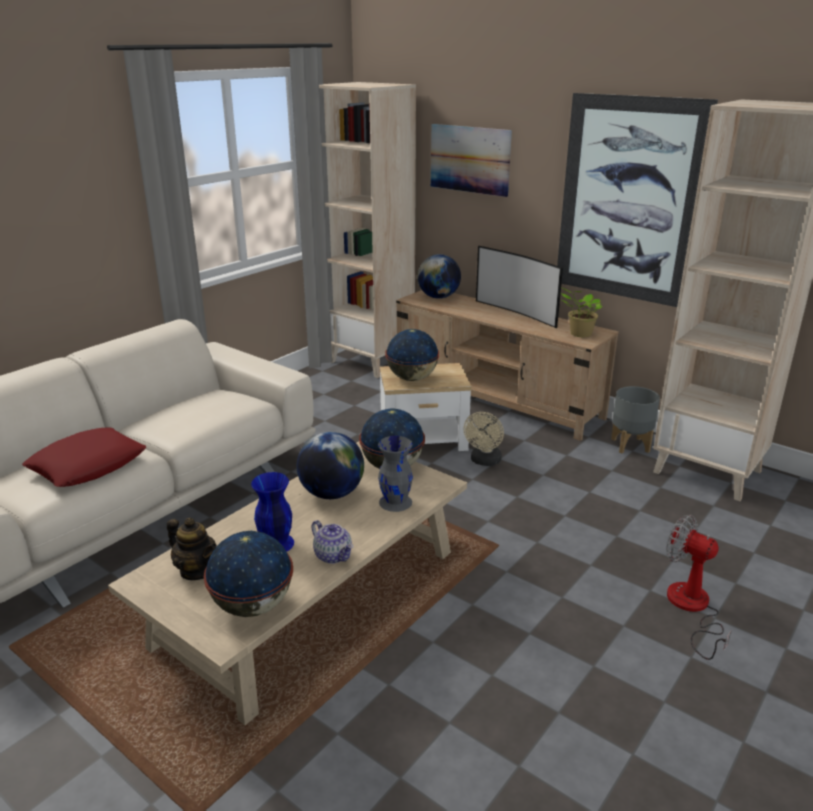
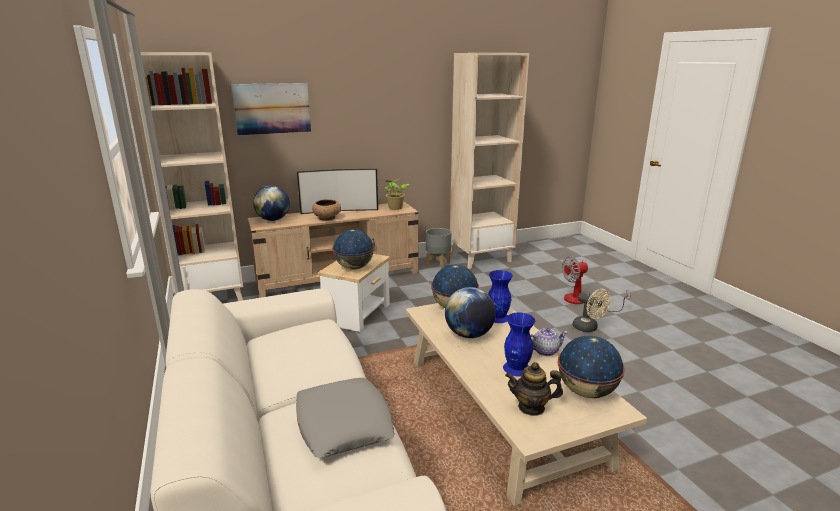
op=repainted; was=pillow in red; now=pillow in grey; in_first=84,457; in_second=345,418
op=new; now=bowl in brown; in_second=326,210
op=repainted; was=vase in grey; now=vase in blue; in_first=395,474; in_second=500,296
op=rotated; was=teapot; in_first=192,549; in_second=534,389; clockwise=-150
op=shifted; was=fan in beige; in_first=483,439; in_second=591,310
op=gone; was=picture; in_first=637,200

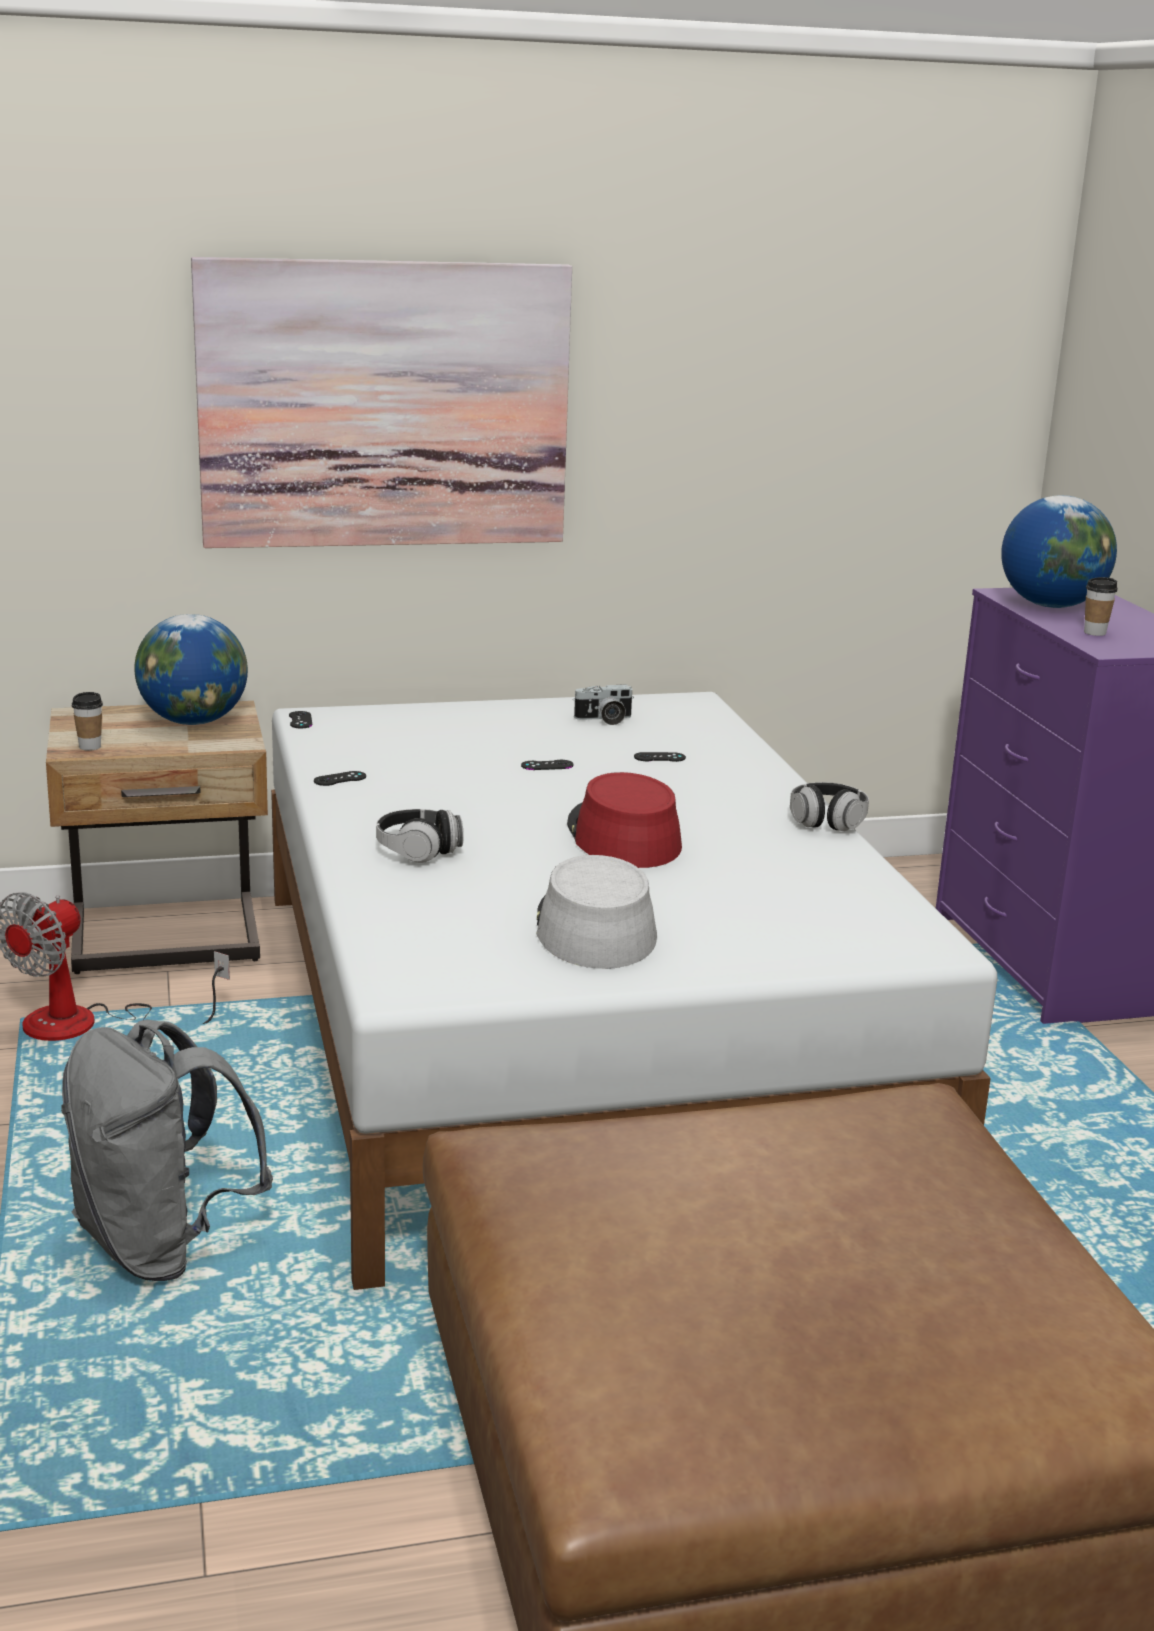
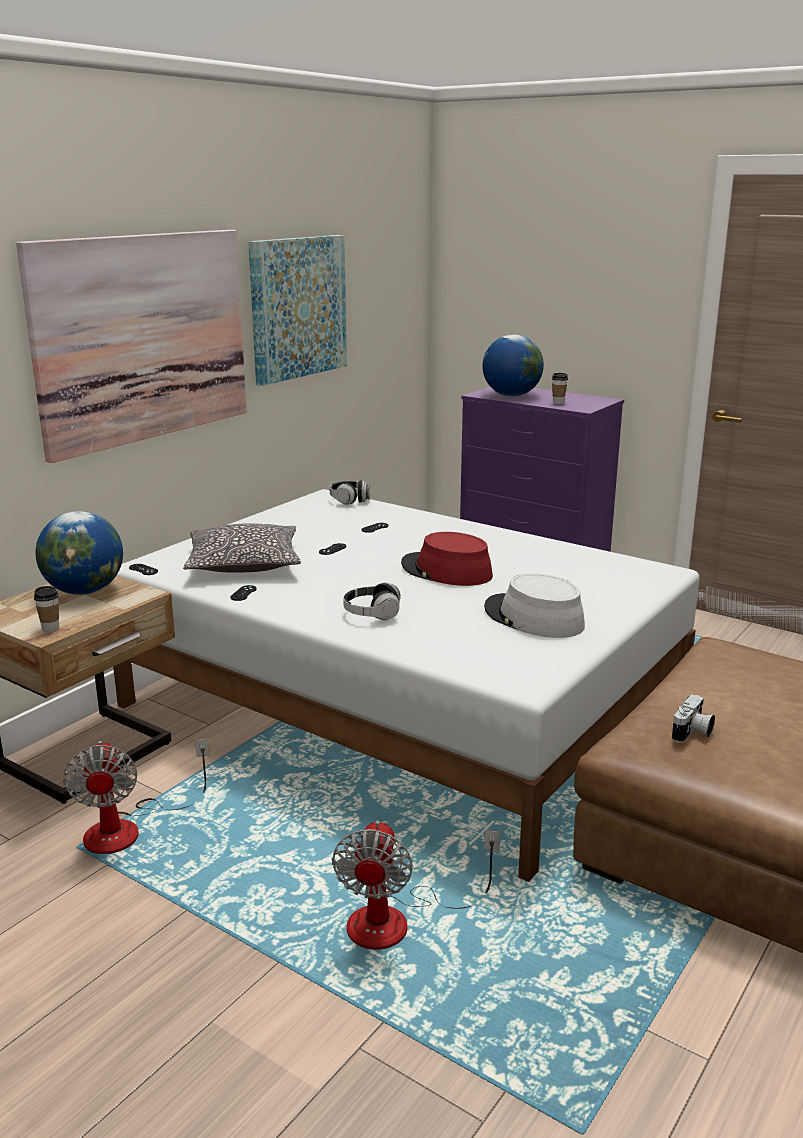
op=new; now=pillow; in_second=242,548
op=new; now=picture; in_second=297,310
op=shifted; was=headphones; in_first=829,806; in_second=350,492
op=swapped; was=backpack in grey; now=fan; in_first=167,1150; in_second=416,885
op=shifted; was=photo camera; in_first=603,704; in_second=693,718

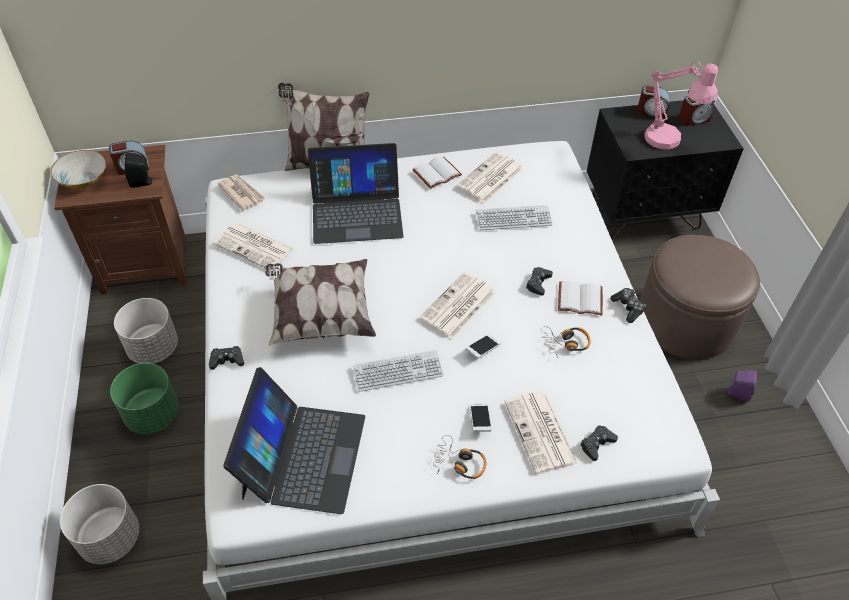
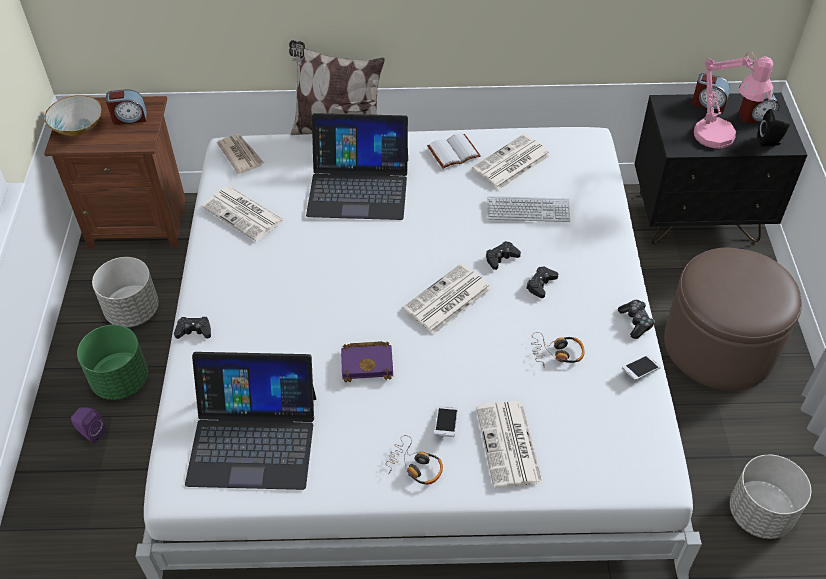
op=shifted; was=speaker in purple; in_first=741,386; in_second=88,425
op=rotated; was=laptop; in_first=294,440; in_second=250,421; clockwise=75
op=swapped; was=keyboard; now=book in purple; in_first=398,371; in_second=367,361
op=shifted; was=game controller in black; in_first=599,443; in_second=503,255
op=shifted; was=phone; in_first=483,346; in_second=641,368
op=shifted; was=planter in grey; in_first=99,524; in_second=770,496
op=shifted; was=speaker in black; in_first=138,170; in_second=774,128
op=gone; was=pillow; in_first=320,302
op=gone; was=book in white; in_first=580,298

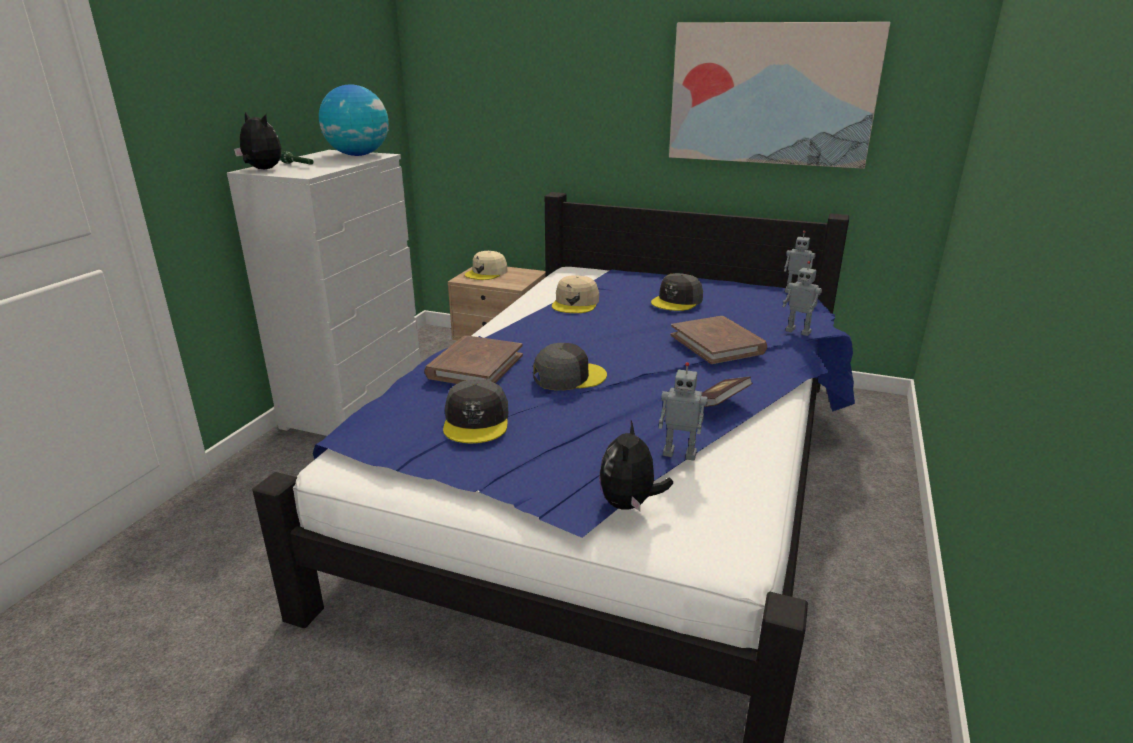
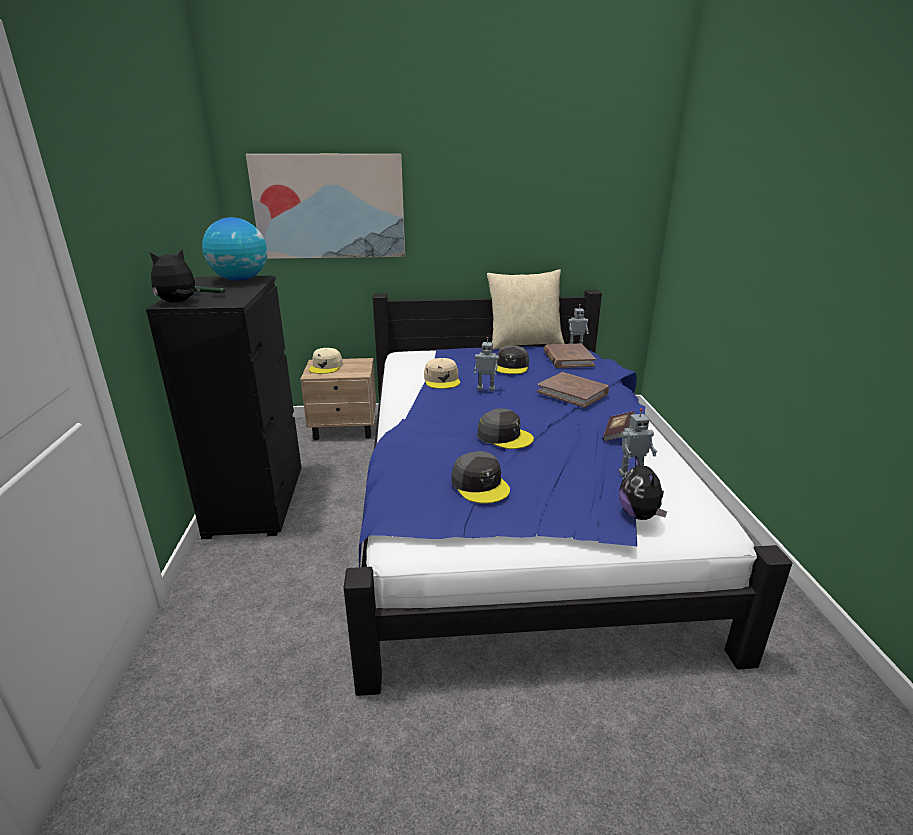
op=repainted; was=dresser in white; now=dresser in black; in_first=324,293; in_second=224,407
op=rotated; was=plush toy; in_first=257,141; in_second=172,276; clockwise=-45
op=shifted; was=picture; in_first=780,95; in_second=325,206
op=shifted; was=toy robot; in_first=802,298; in_second=486,364
op=rotated; was=cap in grey; in_first=570,366; in_second=505,429; clockwise=75
op=new; now=pillow in beige; in_second=526,309
op=shifted; was=book in brown; in_first=473,360; in_second=570,355

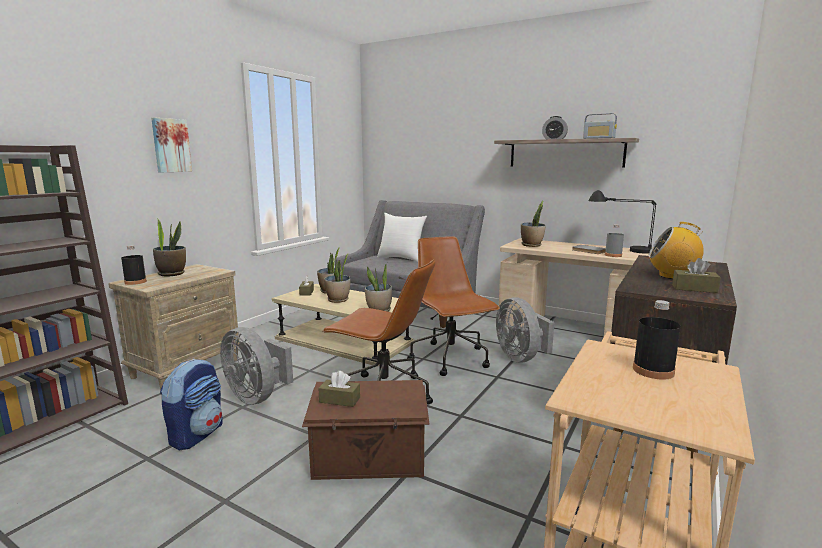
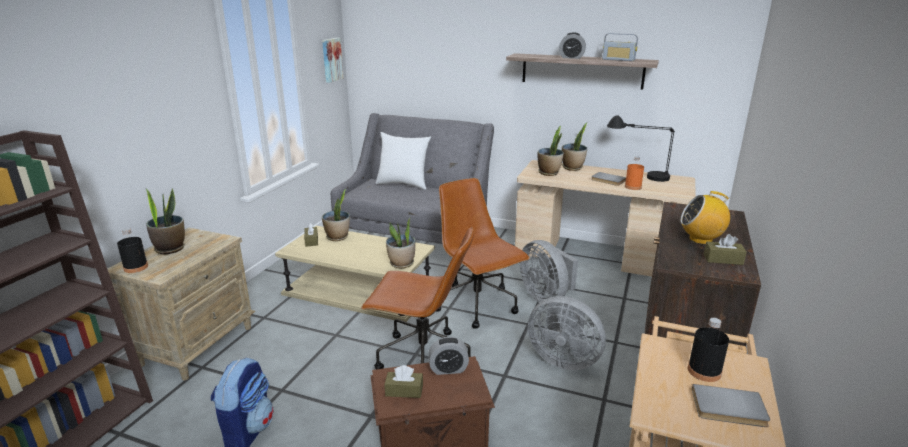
op=shifted; was=picture; in_first=171,144; in_second=332,60
op=new; now=alarm clock; in_second=448,356
op=shifted; was=fan in grey; in_first=256,366; in_second=567,333
op=shifted; was=potted plant; in_first=337,278; in_second=574,147
op=repainted; was=bottle in grey; now=bottle in orange; in_first=614,240; in_second=634,173
op=new; now=book in grey; in_second=731,405

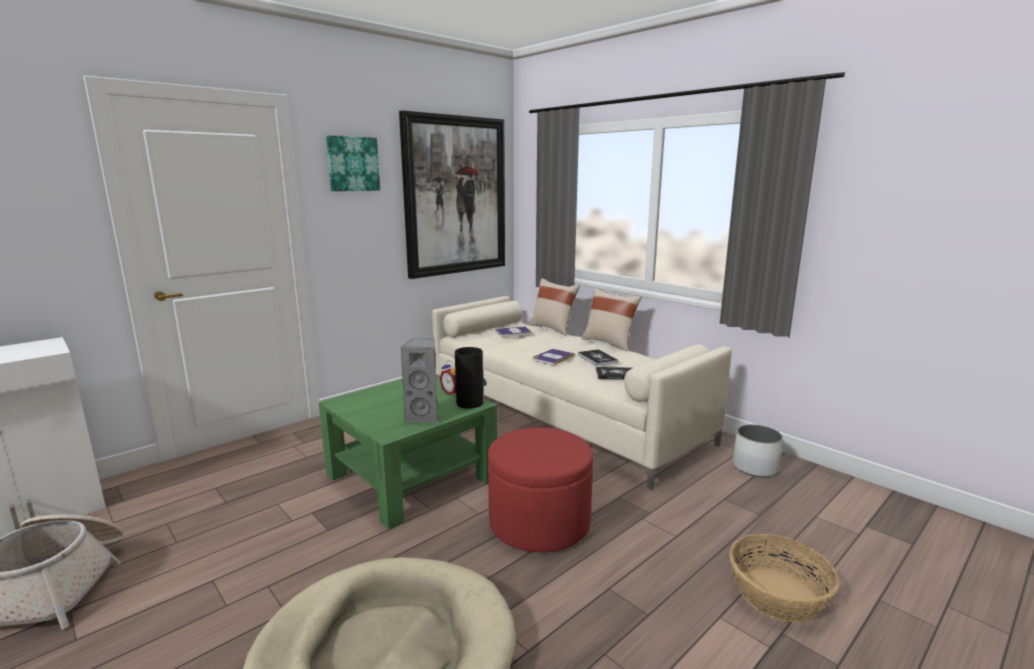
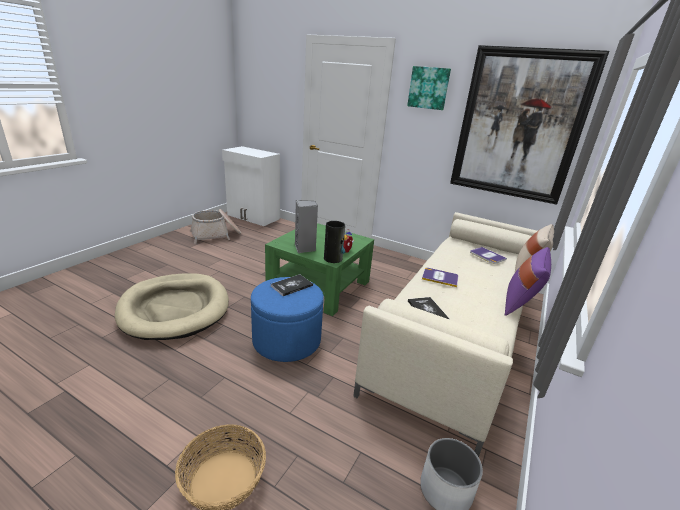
op=repainted; was=ottoman in red; now=ottoman in blue; in_first=540,490; in_second=287,319
op=shifted; was=book; in_first=598,357; in_second=292,285
op=repainted; was=pillow in beige; now=pillow in purple; in_first=612,319; in_second=528,281

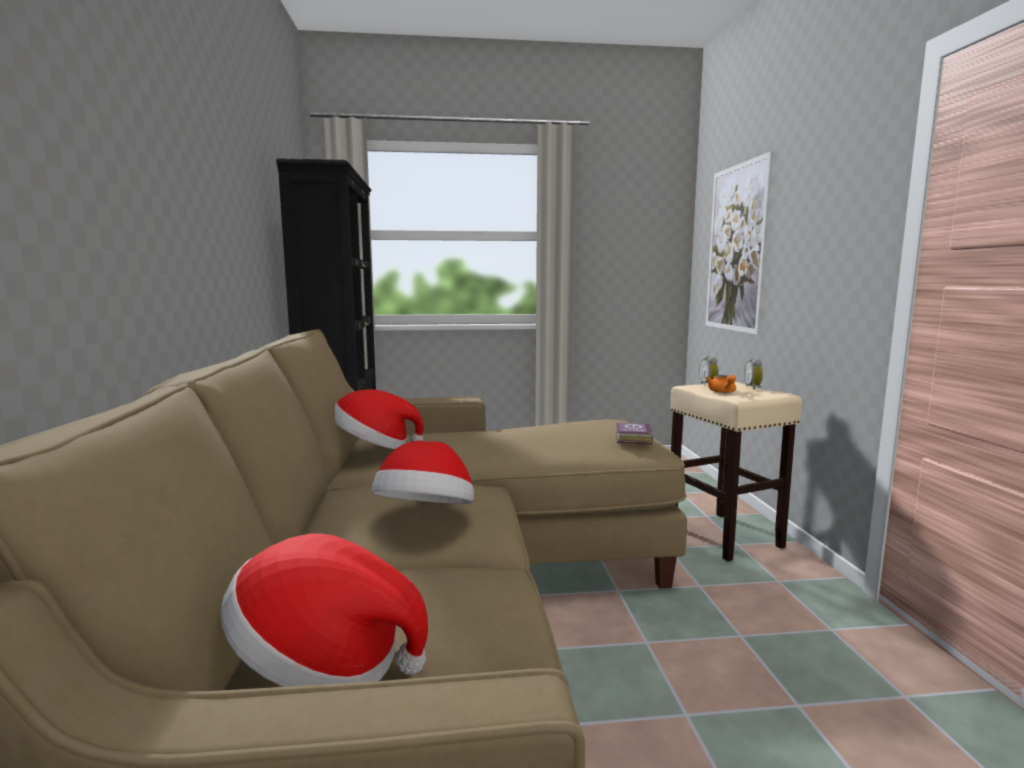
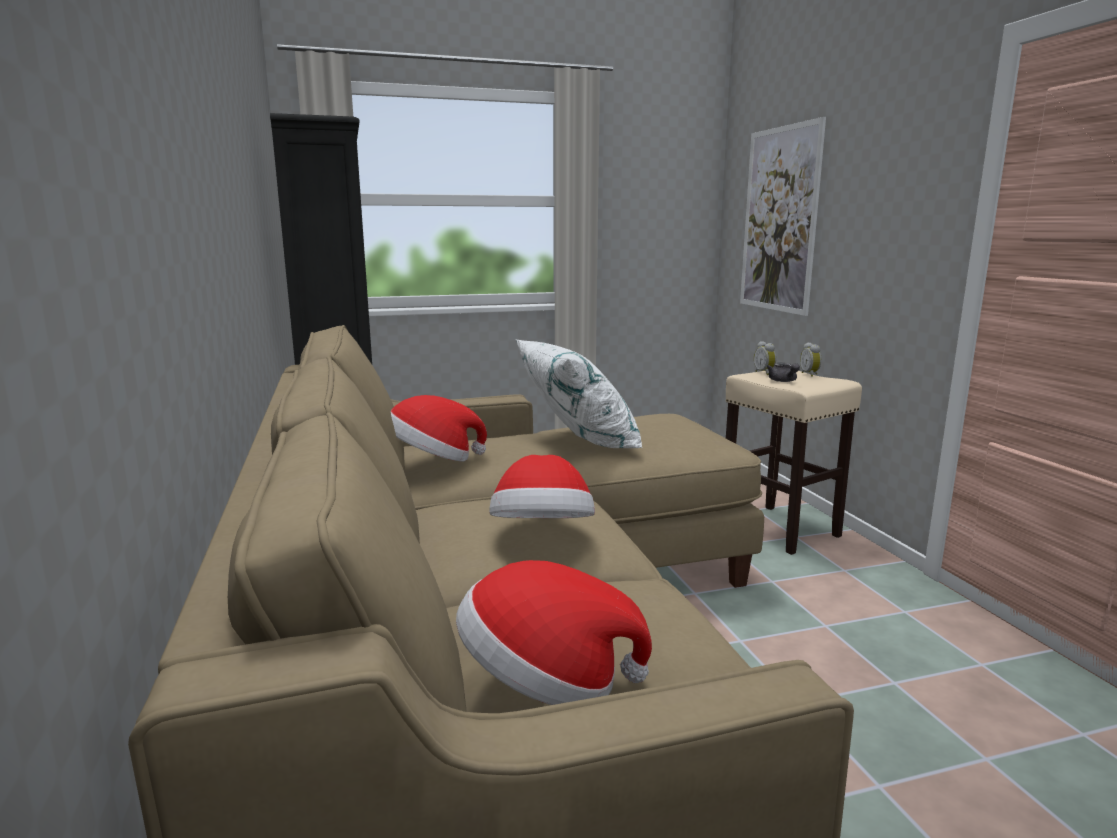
op=new; now=pillow in white; in_second=578,393
op=repainted; was=teapot in orange; now=teapot in grey; in_first=721,384; in_second=783,372
op=gone; was=book; in_first=634,433

